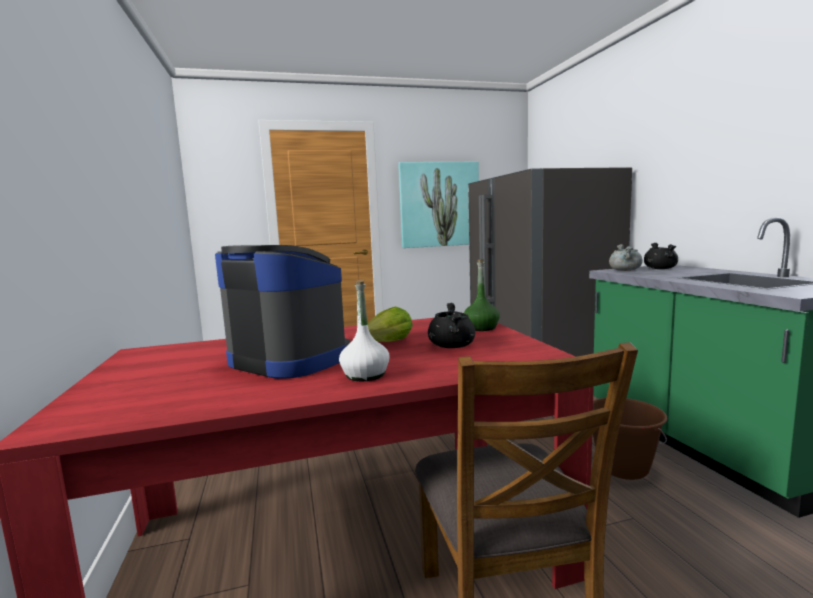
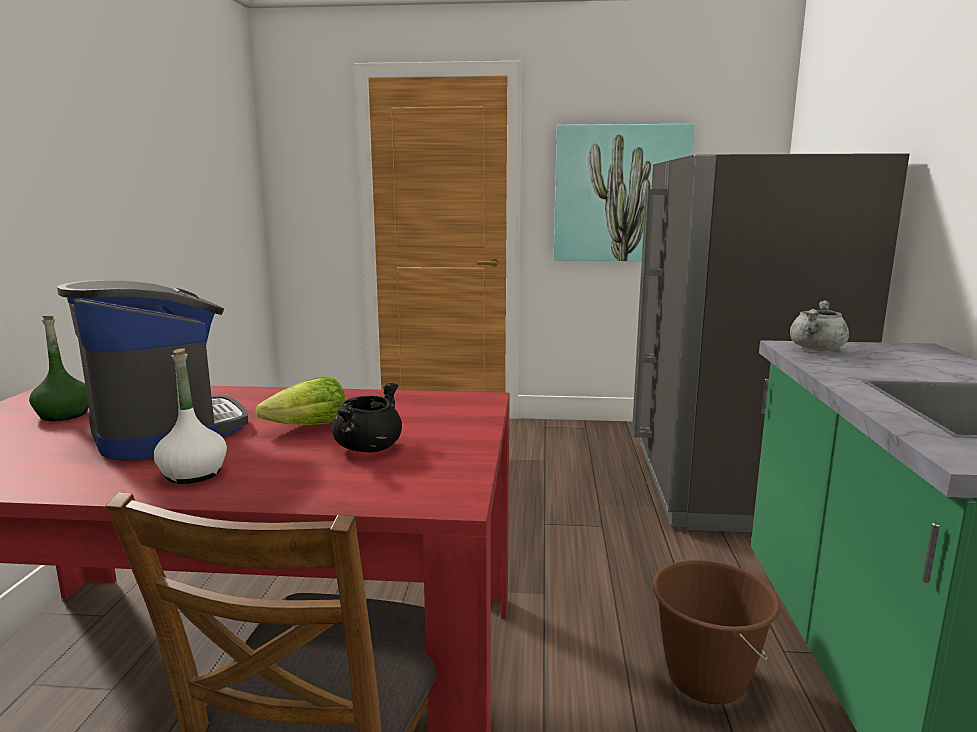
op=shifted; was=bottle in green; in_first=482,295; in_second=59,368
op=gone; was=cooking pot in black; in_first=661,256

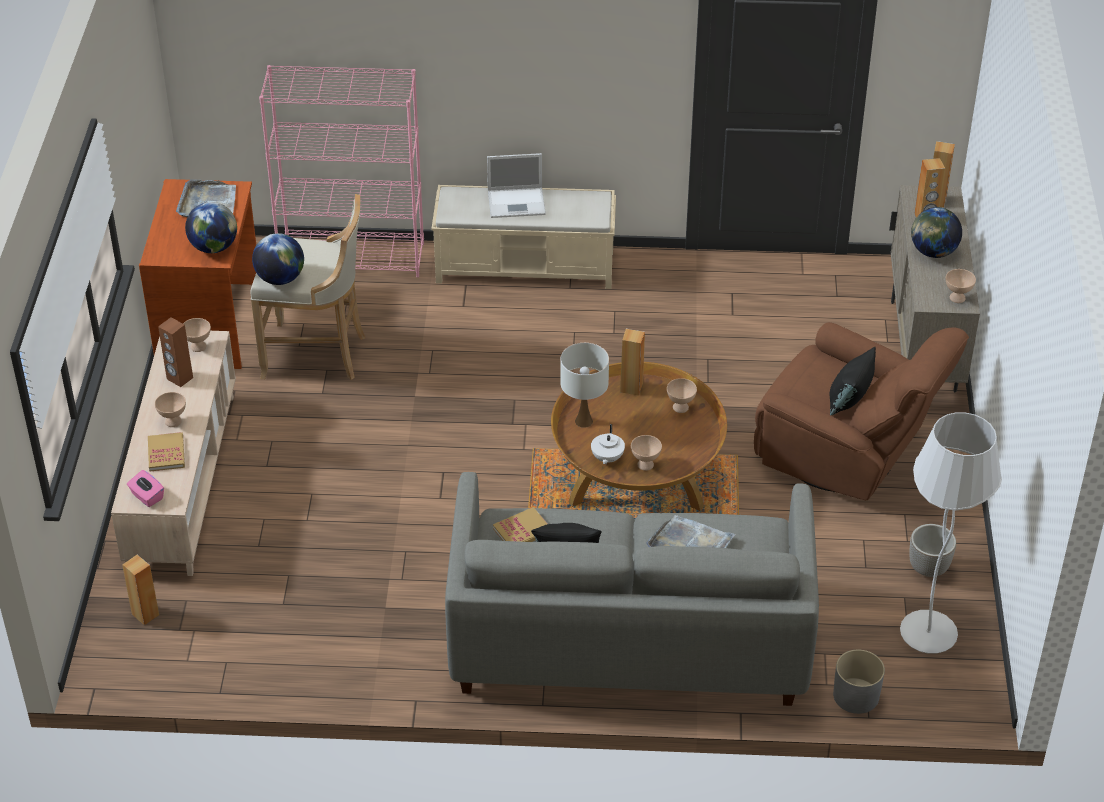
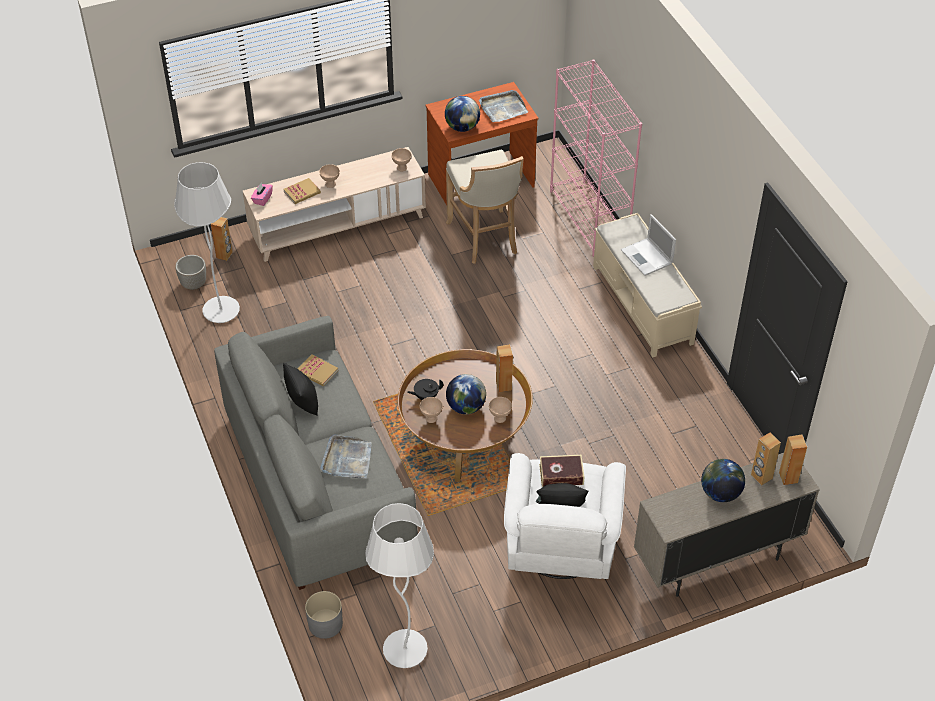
op=new; now=floor lamp in white; in_second=207,242
op=shifted; was=planter; in_first=932,550; in_second=190,272
op=repainted; was=teapot in white; now=teapot in black; in_first=608,444; in_second=425,389
op=shifted; was=globe; in_first=278,259; in_second=466,394
op=repainted; was=armchair in brown; now=armchair in white; in_first=861,411; in_second=565,516
op=new; now=book; in_second=561,471
op=gone; was=speaker in brown; in_first=175,352
op=gone; was=table lamp in white; in_first=584,385
op=gone; was=bowl in beige; in_first=961,286

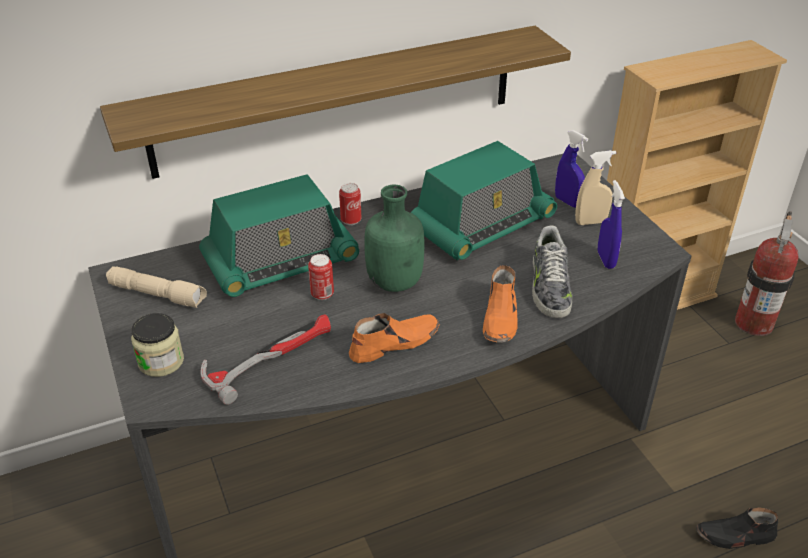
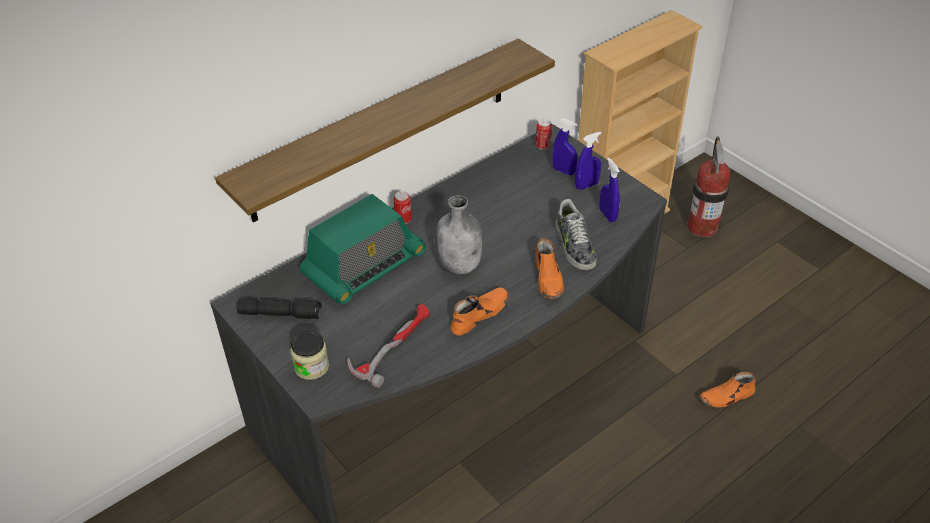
op=repainted; was=flashlight in beige; now=flashlight in black; in_first=156,287; in_second=279,309
op=repainted; was=bottle in green; now=bottle in grey; in_first=394,238; in_second=459,235
op=shifted; was=can; in_first=321,277; in_second=544,134
op=repainted; was=spray bottle in beige; now=spray bottle in blue; in_first=595,187; in_second=588,161
op=repainted; was=shoe in black; now=shoe in orange; in_first=737,528; in_second=727,389
op=gone; was=radio; in_first=484,200

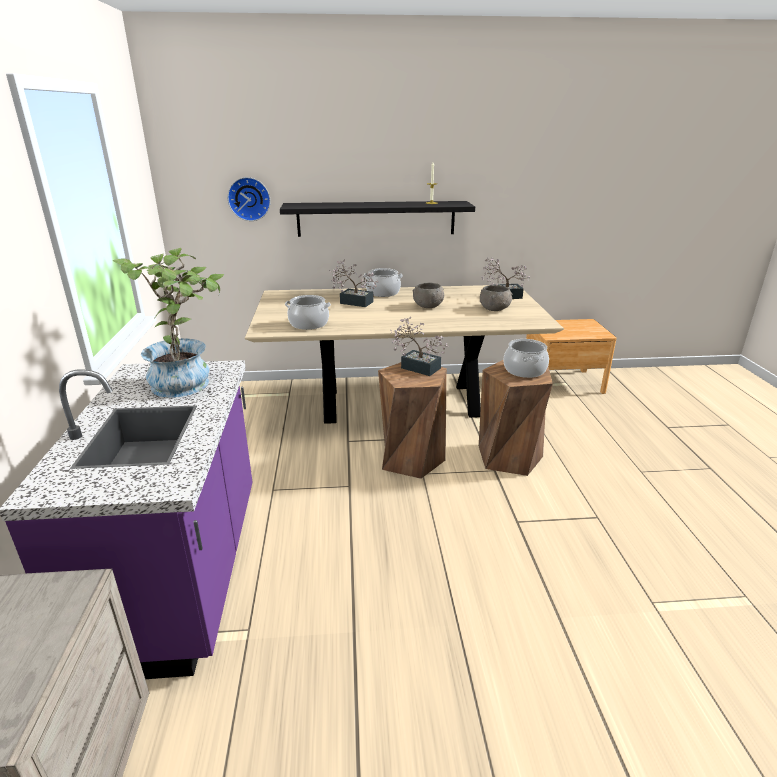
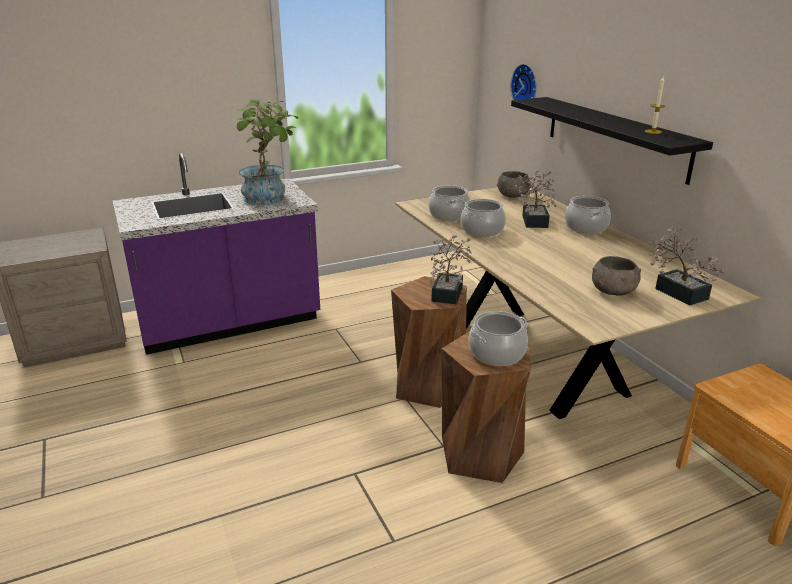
op=new; now=cooking pot; in_second=483,218
op=shifted; was=bowl in grey; in_first=428,295; in_second=514,184

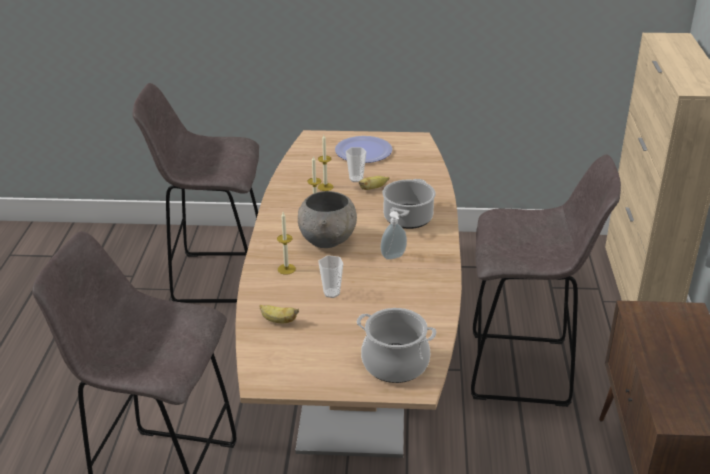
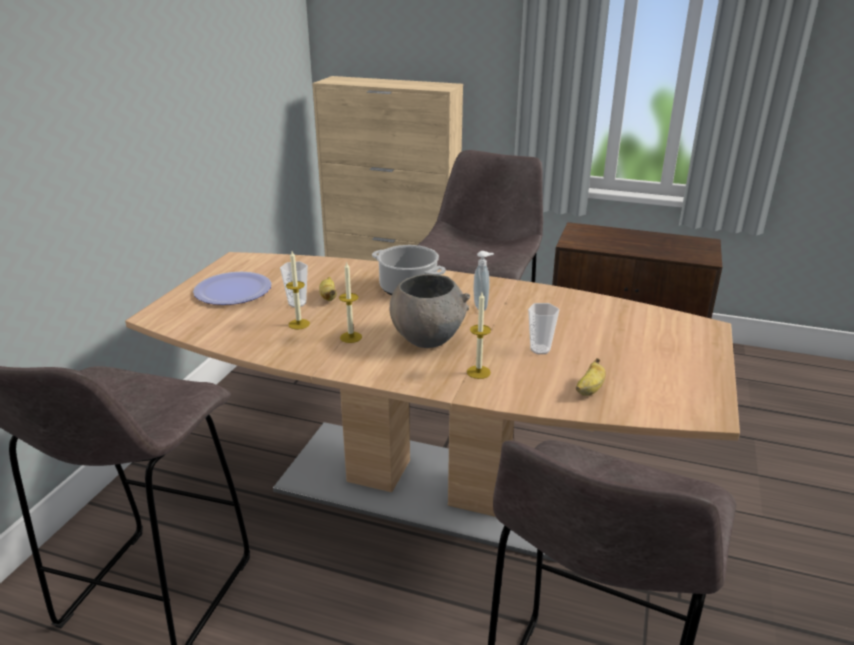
op=gone; was=cooking pot; in_first=396,345

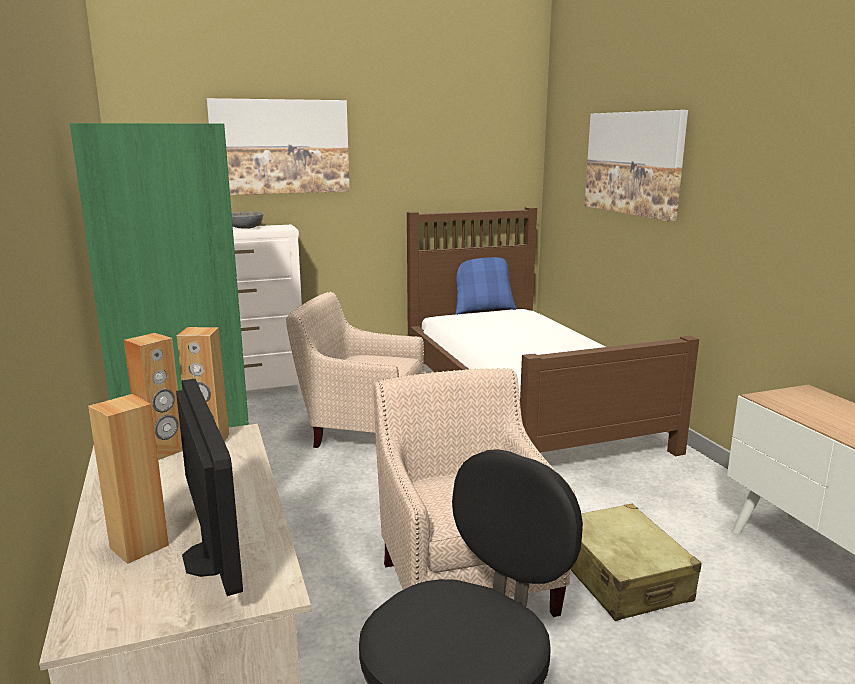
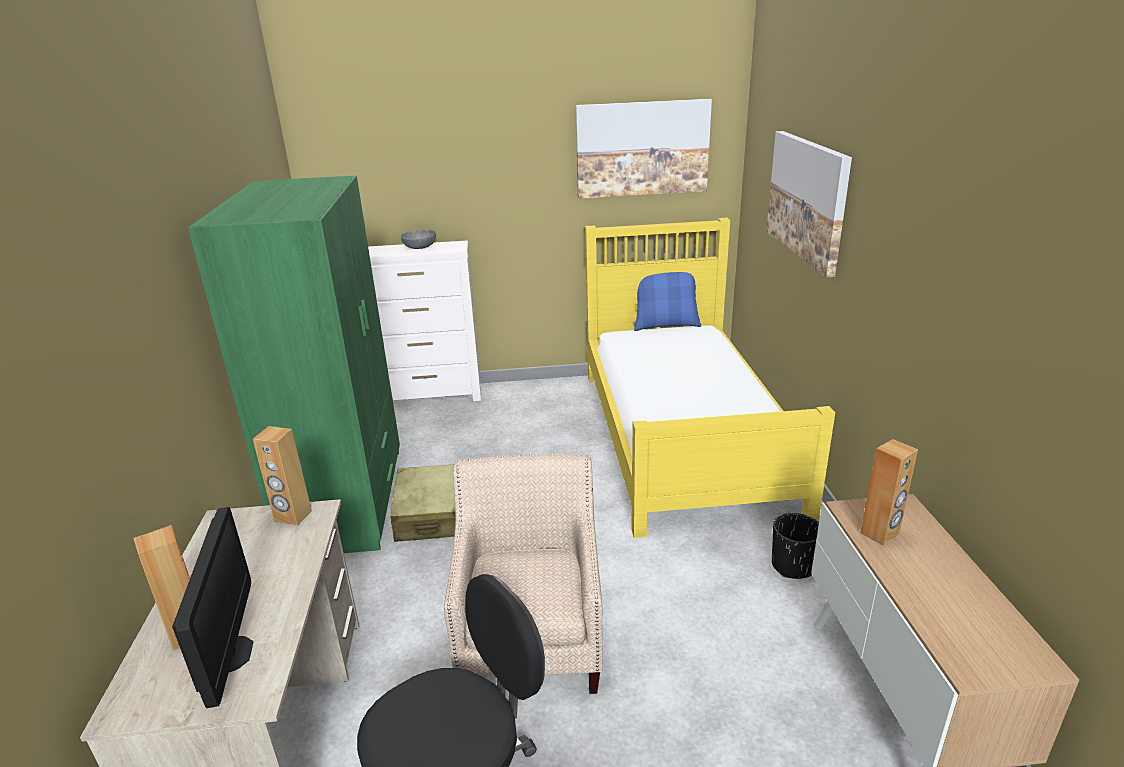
op=shifted; was=suitcase in beige; in_first=636,562; in_second=422,503
op=shifted; was=picture; in_first=278,146; in_second=644,149
op=repainted; was=bed in brown; now=bed in yellow; in_first=553,331; in_second=710,378
op=new; now=planter in black; in_second=795,546
op=shifted; was=speaker in brown; in_first=153,396; in_second=889,492
op=gone; was=armchair in beige; in_first=355,370

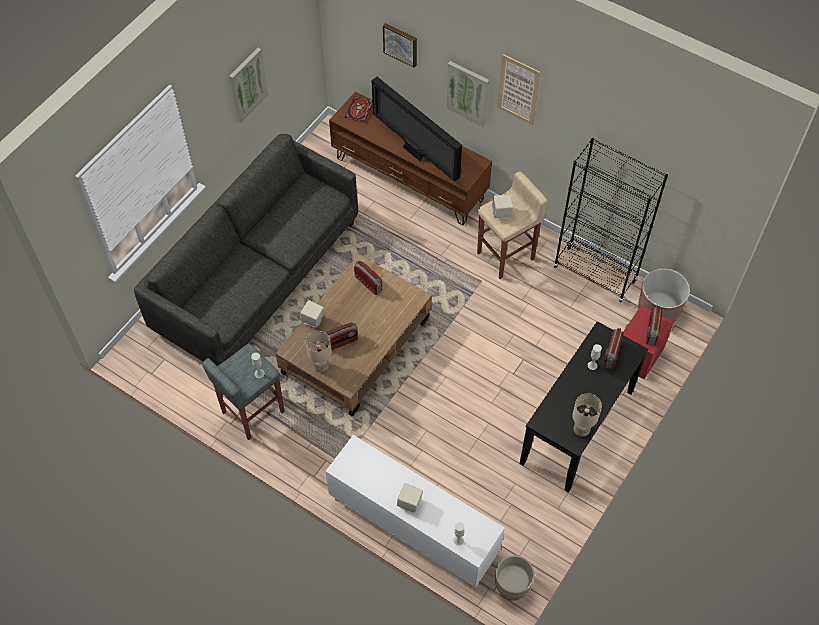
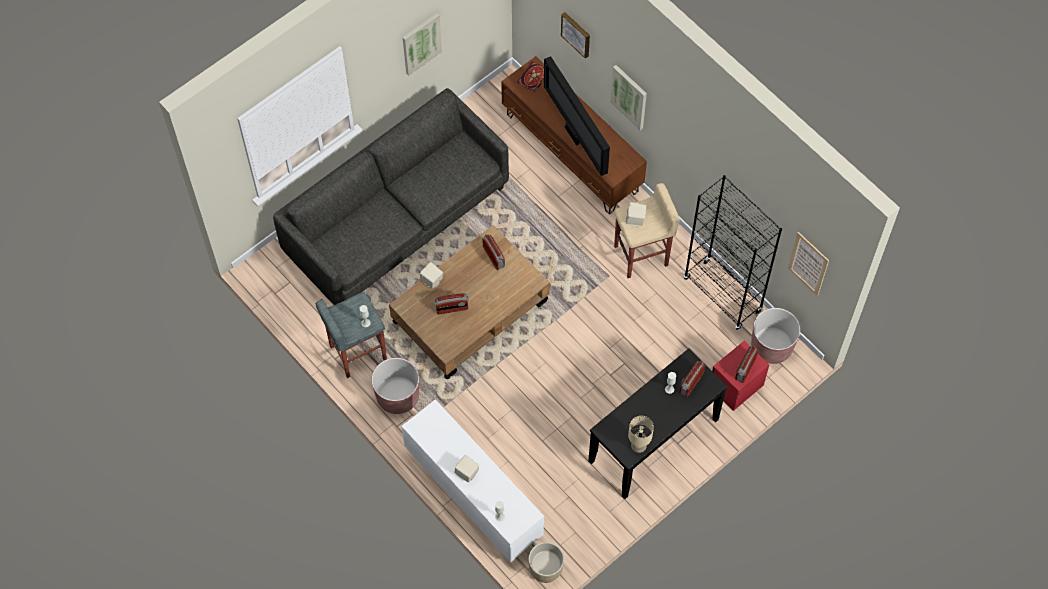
op=new; now=planter in brown; in_second=395,386
op=shifted; was=picture; in_first=519,89; in_second=808,264
op=gone; was=table lamp in beige; in_first=319,352

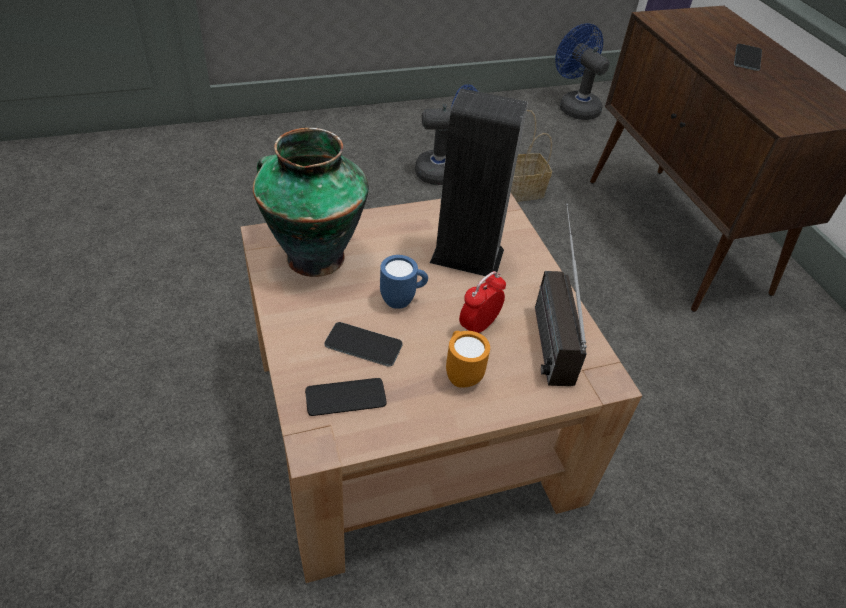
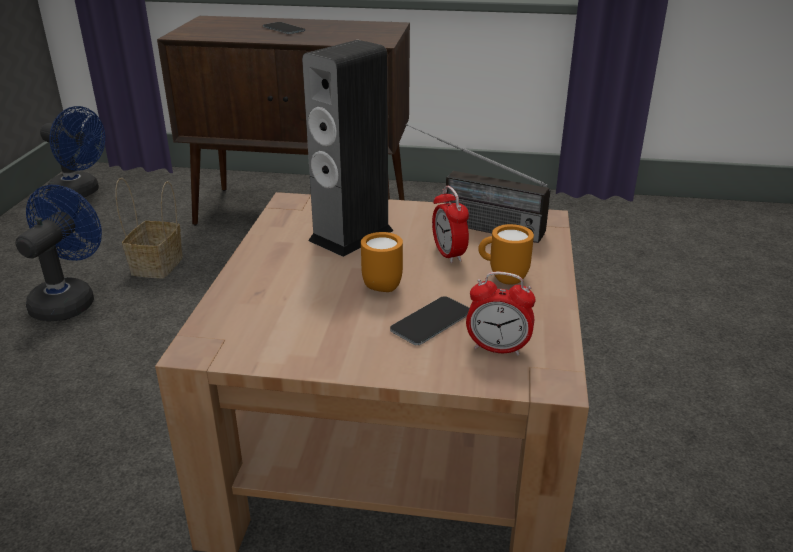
op=rotated; was=fan in blue; in_first=582,71; in_second=72,151; clockwise=-150
op=repainted; was=mug in blue; now=mug in orange; in_first=404,282; in_second=382,262
op=swapped; was=phone; now=alarm clock; in_first=346,397; in_second=501,314
op=gone; was=vase; in_first=311,202

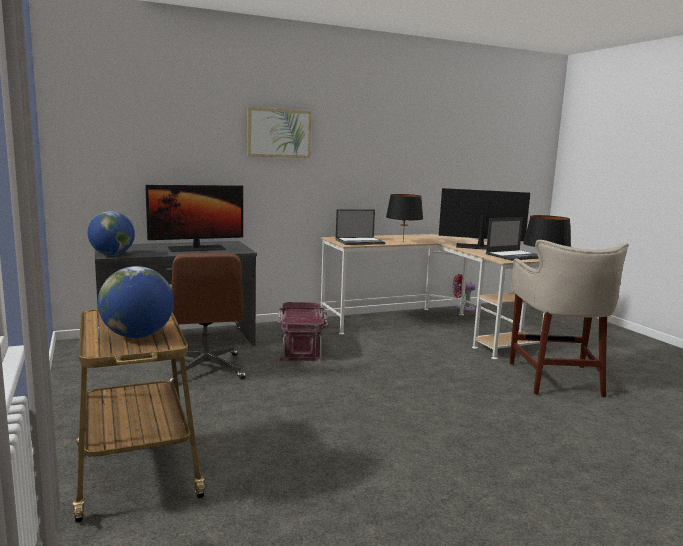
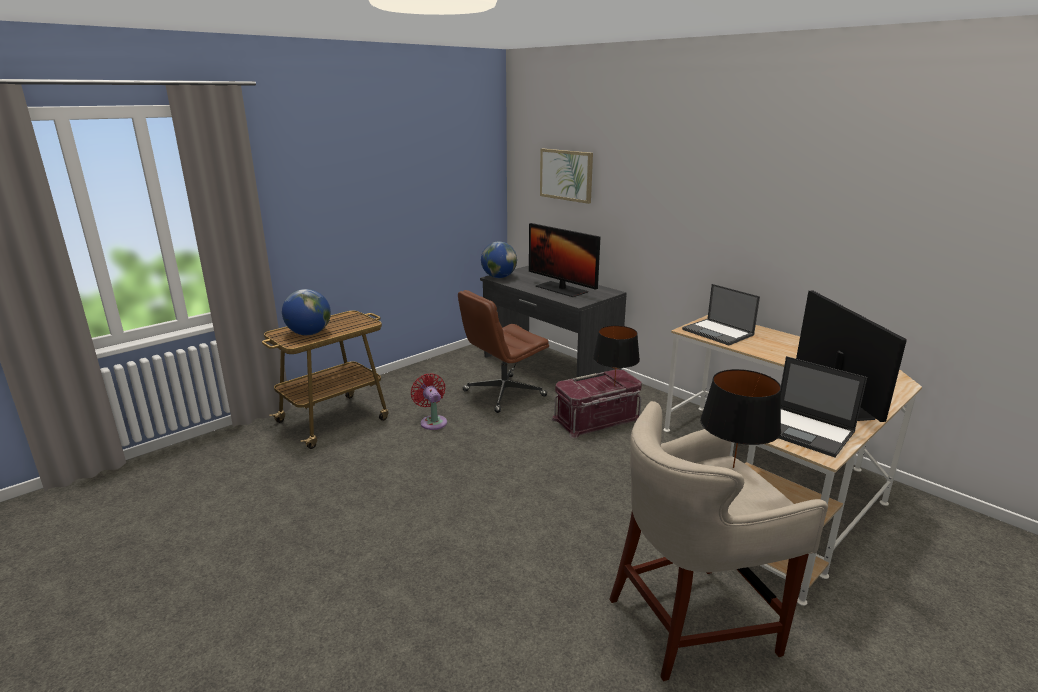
op=shifted; was=fan in red; in_first=464,293; in_second=429,401
op=shifted; was=picture; in_first=279,132; in_second=566,176
op=shifted; was=table lamp in black; in_first=404,217; in_second=616,356

